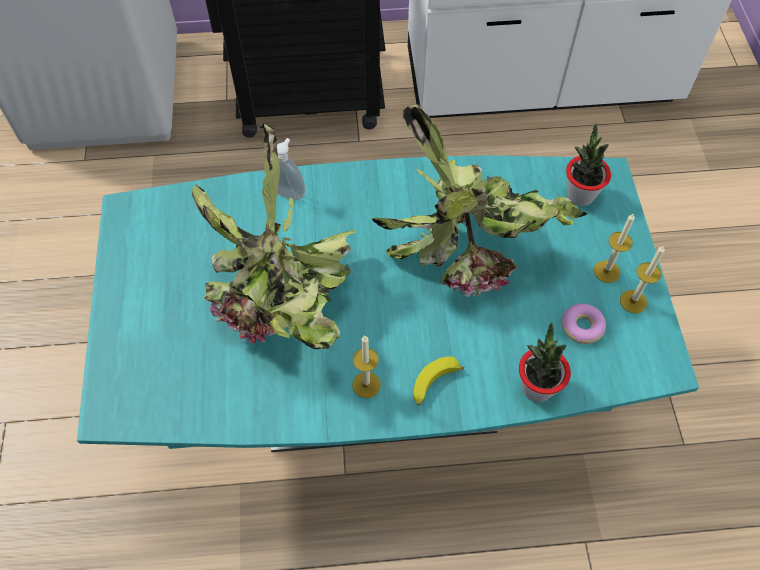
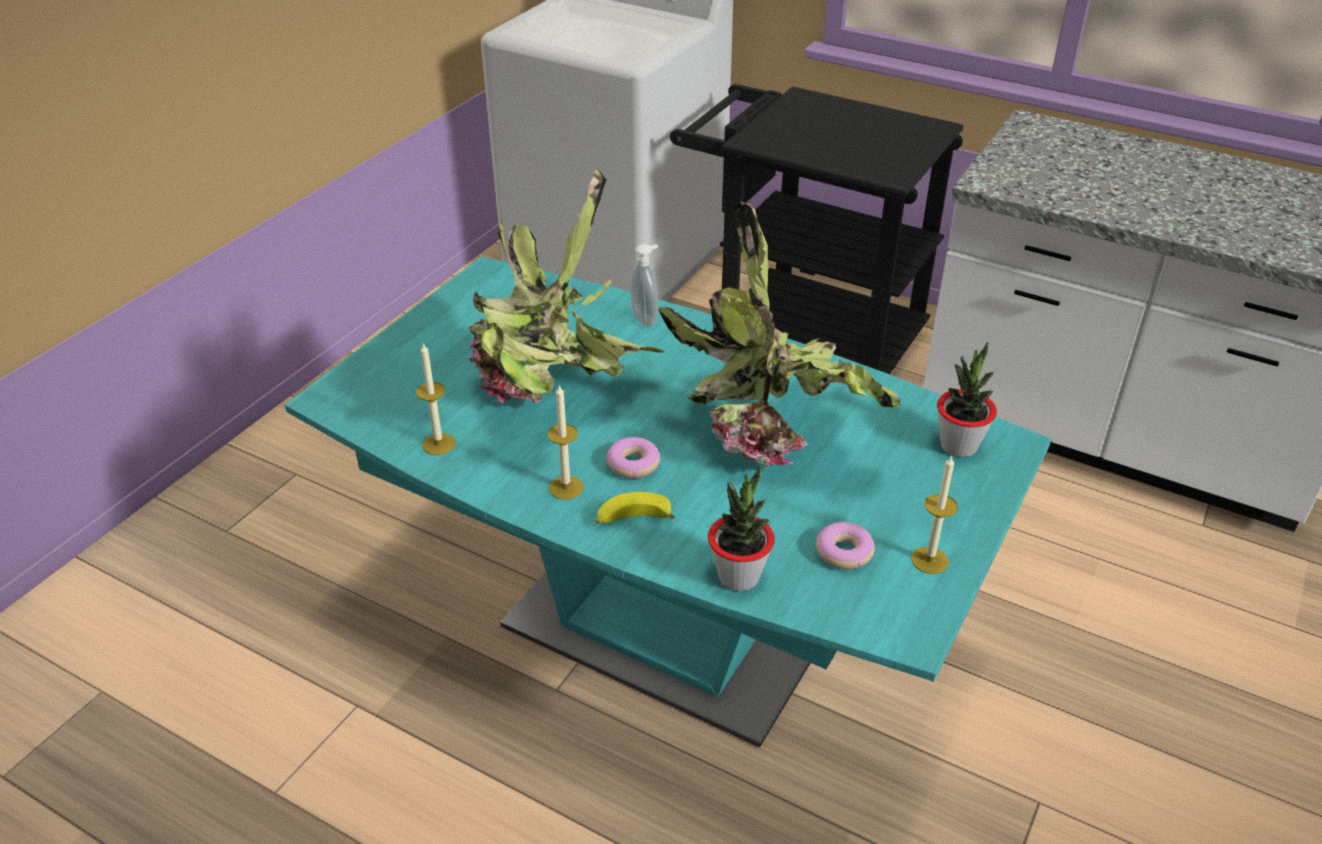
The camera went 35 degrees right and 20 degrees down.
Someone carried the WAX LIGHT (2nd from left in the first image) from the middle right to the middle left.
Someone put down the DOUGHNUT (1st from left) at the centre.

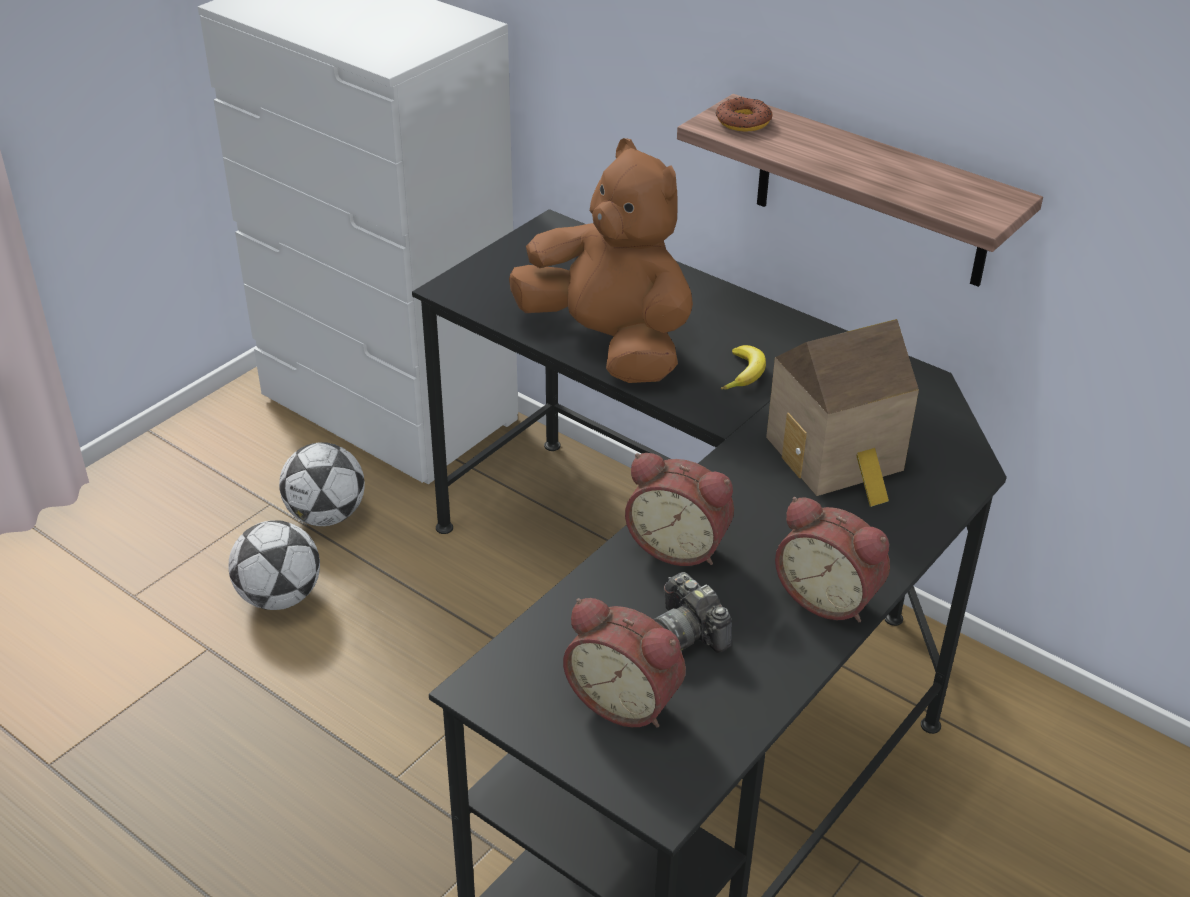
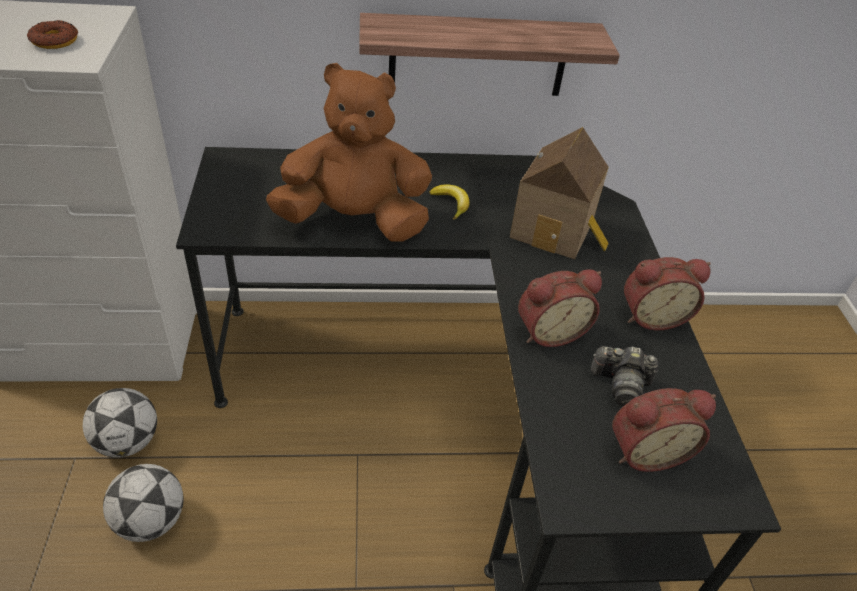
The camera went 45 degrees left and 5 degrees up.
Someone carried the DOUGHNUT from the top centre to the top left.

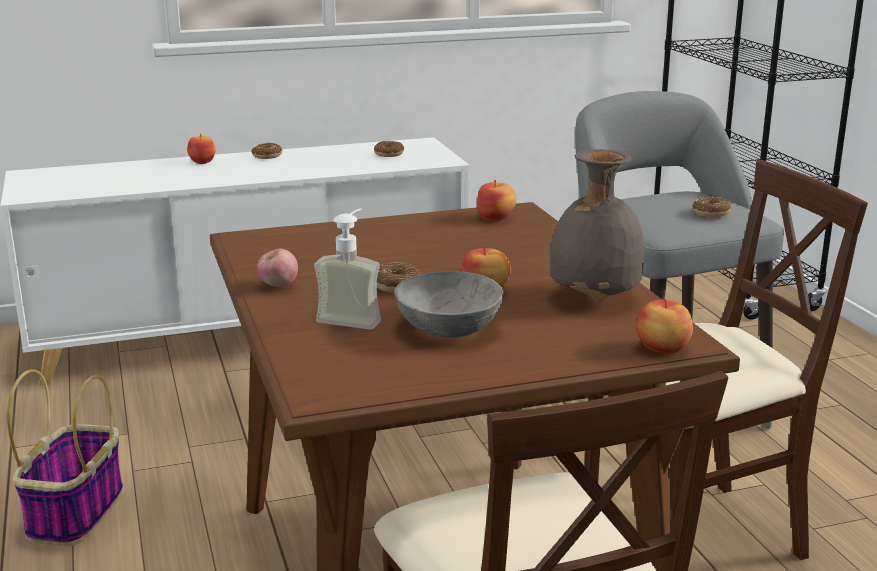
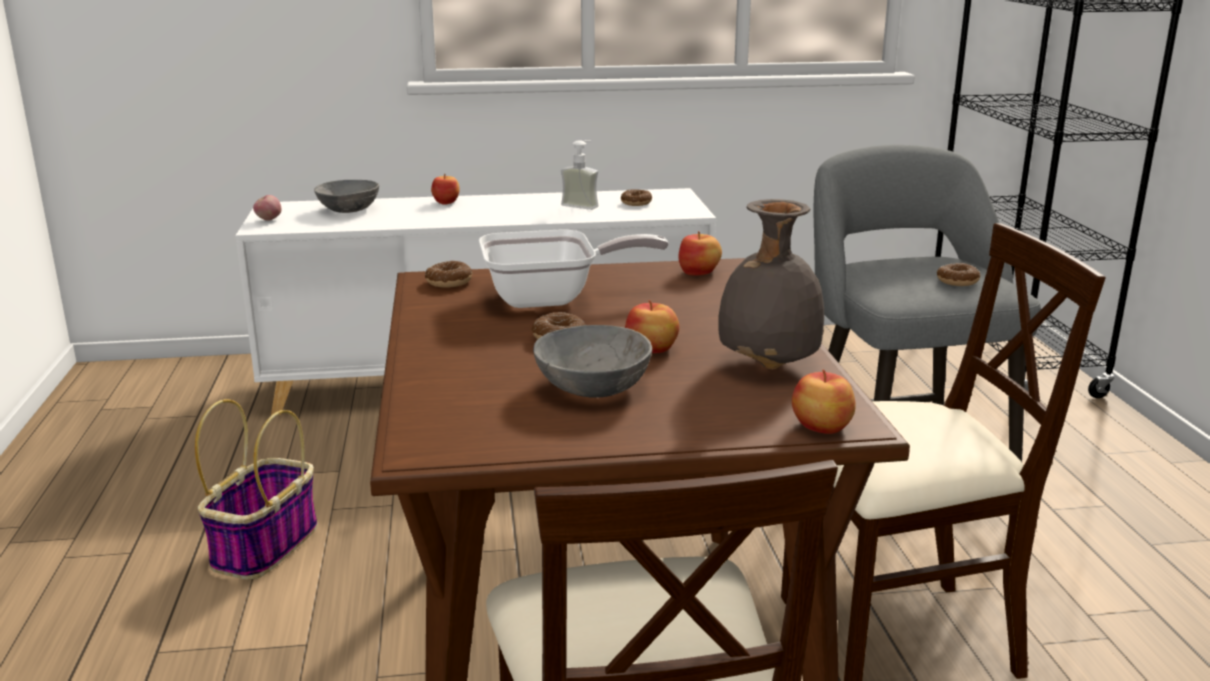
The camera went 10 degrees right and 0 degrees up.
Someone carried the DOUGHNUT (1st from left) from the top left to the centre.
Someone carried the APPLE (2nd from left in the first image) from the middle left to the top left.
Someone carried the SOAP DISPENSER from the centre to the top centre.
Someone put down the GREY BOWL (1st from left) at the top left.
Someone put down the SKILLET at the centre.

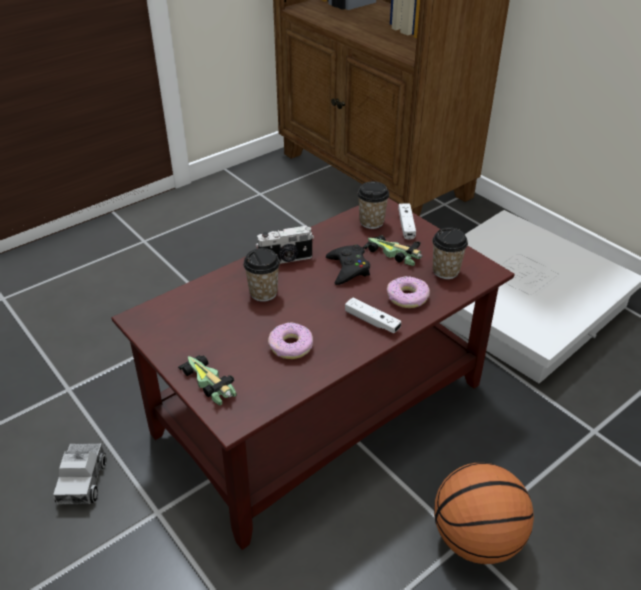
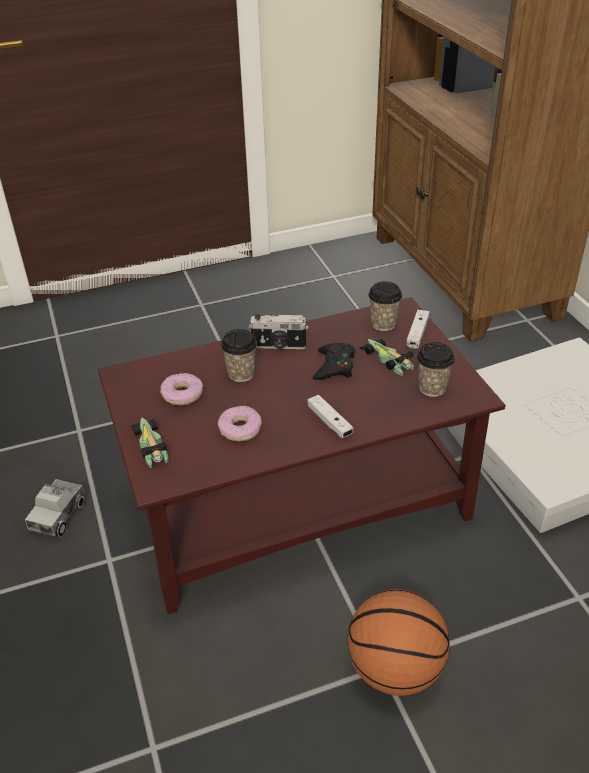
The camera went 20 degrees right and 0 degrees up.
Someone carried the DOUGHNUT (2nd from left in the first image) from the centre to the middle left.

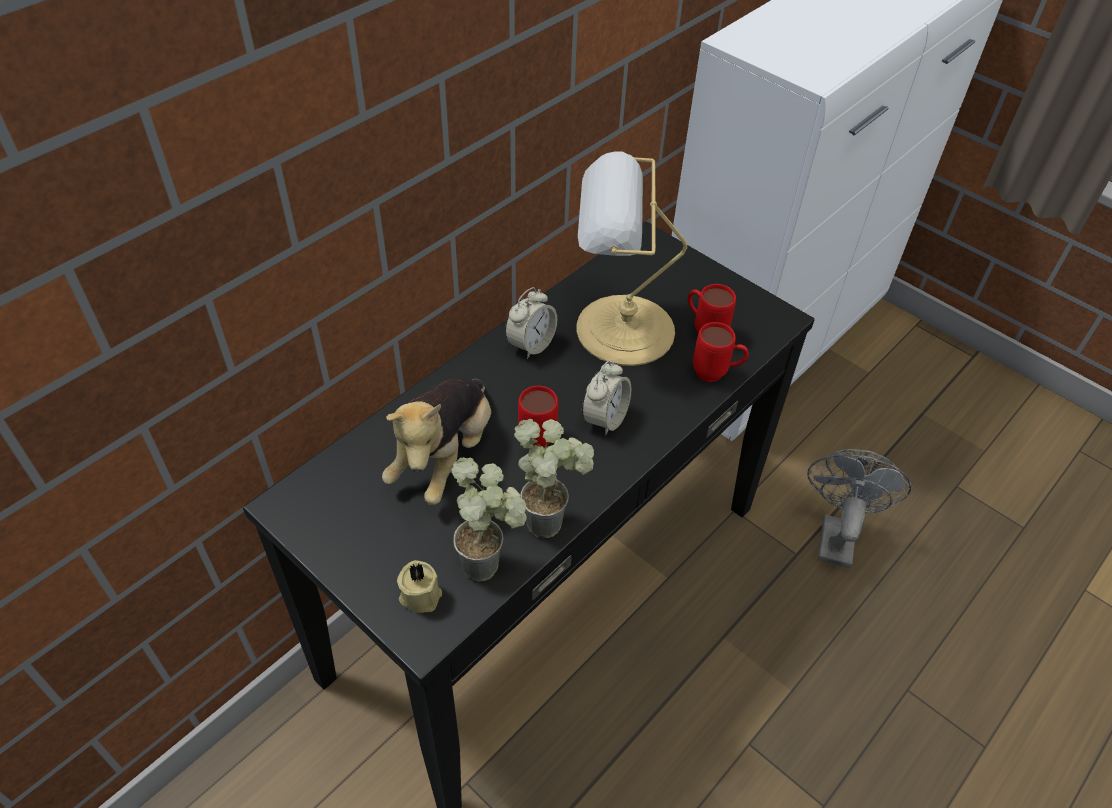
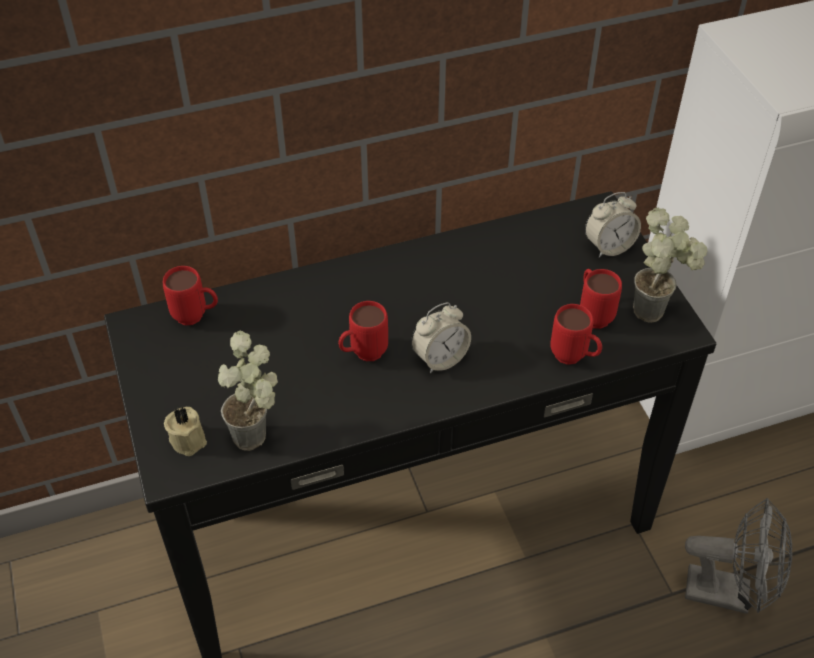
The camera went 30 degrees right and 0 degrees up.
Someone took away the PLUSH TOY at the centre.
Someone carried the ALARM CLOCK (1st from left in the first image) from the centre to the middle right.
Someone carried the PLANT IN A POT (2nd from left) from the centre to the middle right.
Someone took away the LAMP FOR A TABLE at the top centre.
Someone rotated the GREY ELECTRIC FAN at the middle right by 60 degrees clockwise.
Someone put down the RED TEA MUG (1st from left) at the middle left.

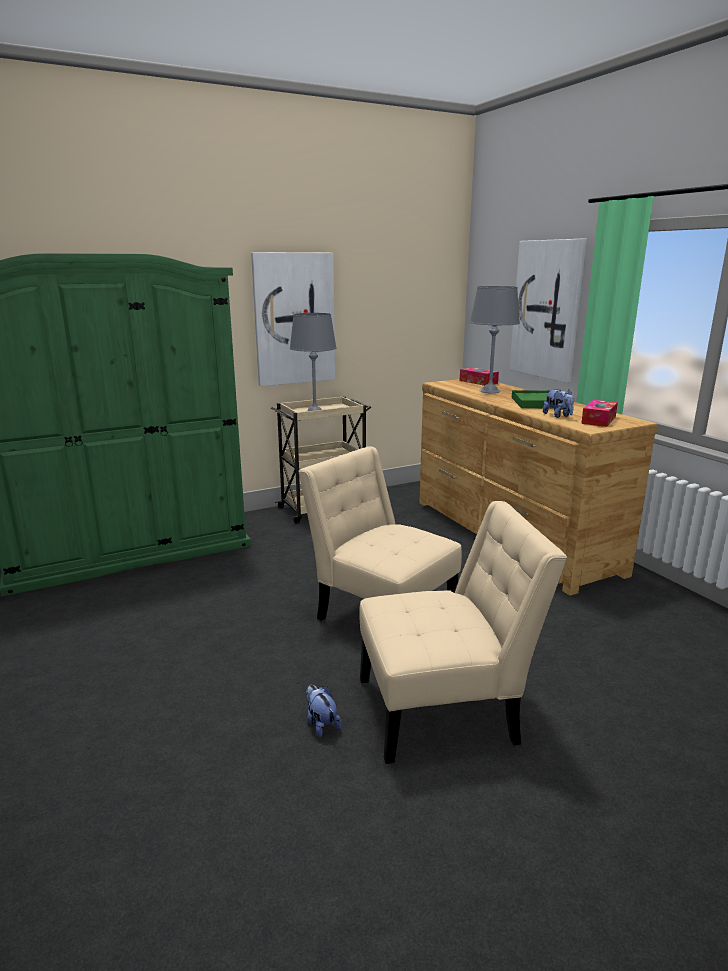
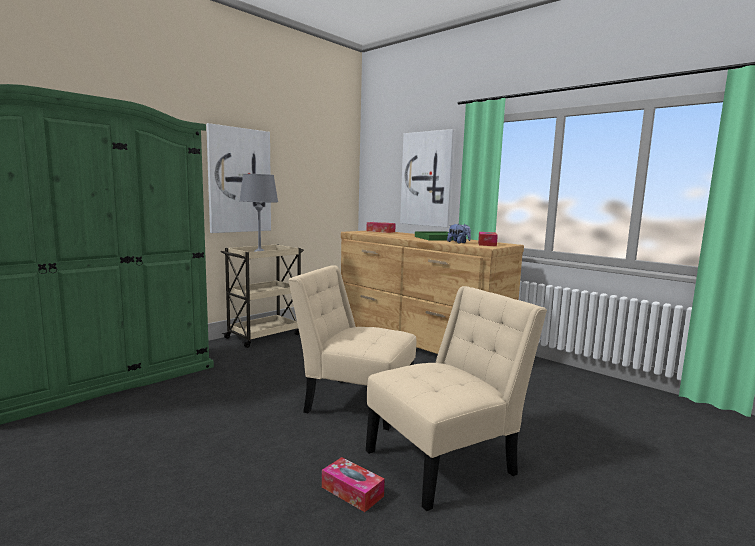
The camera went 20 degrees left and 10 degrees down.
Someone swapped the PLUSH TOY (1st from left) at the bottom centre for the TISSUE BOX (1st from left) at the bottom centre.
Someone took away the GREY LAMP FOR A TABLE (2nd from left) at the middle right.

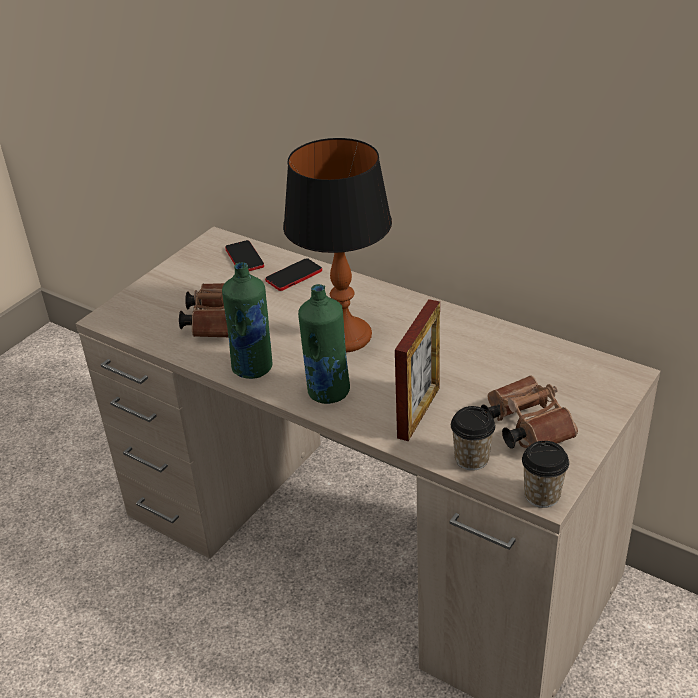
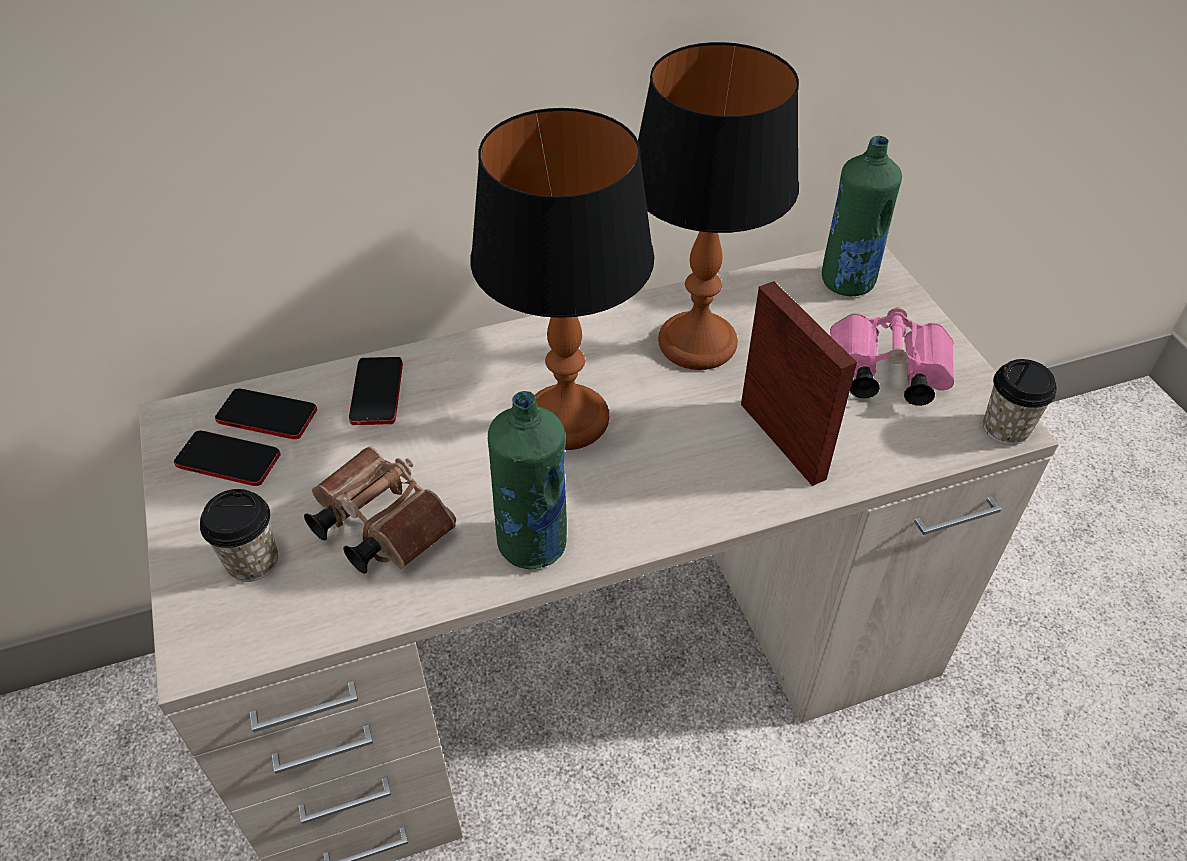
The camera went 55 degrees left and 10 degrees up.
Someone carried the GREENISH DRINK BOTTLE (2nd from left) from the centre to the top right.
Someone carried the SMALL CUP (1st from left) from the middle right to the middle left.
Someone repainted the BROWN FIELD GLASSES (2nd from left) at the middle right, which became the PINKISH FIELD GLASSES at the middle right.
Someone put down the HANDSET (1st from left) at the middle left.
Someone put down the LAMP FOR A TABLE (2nd from left) at the top centre.

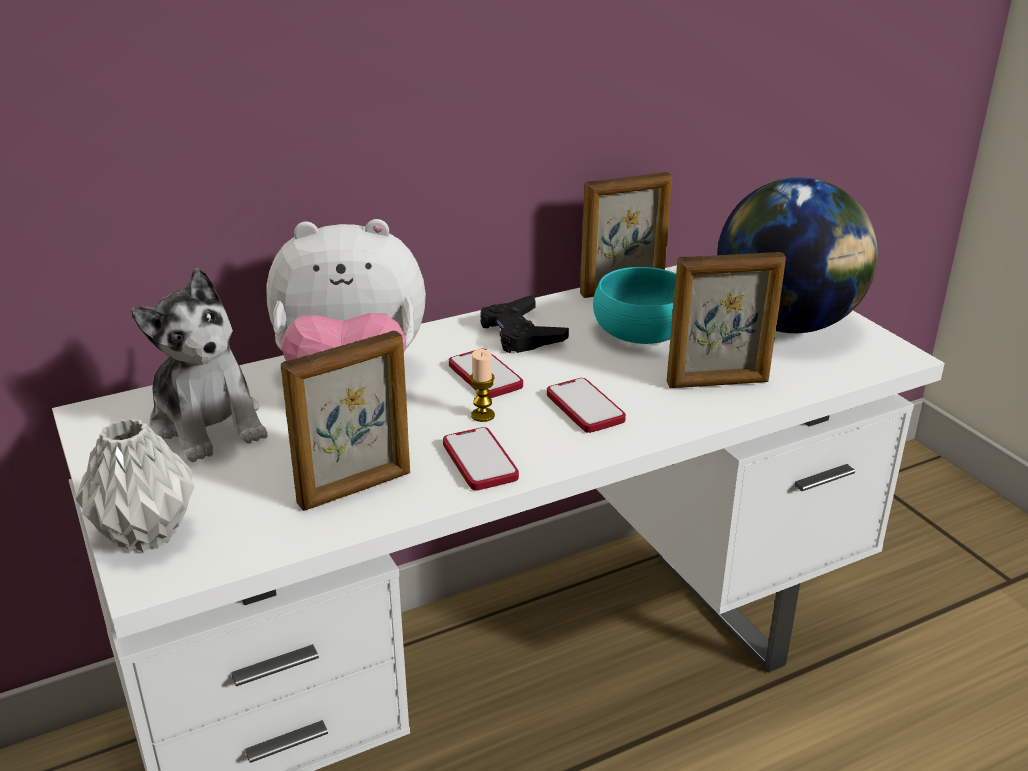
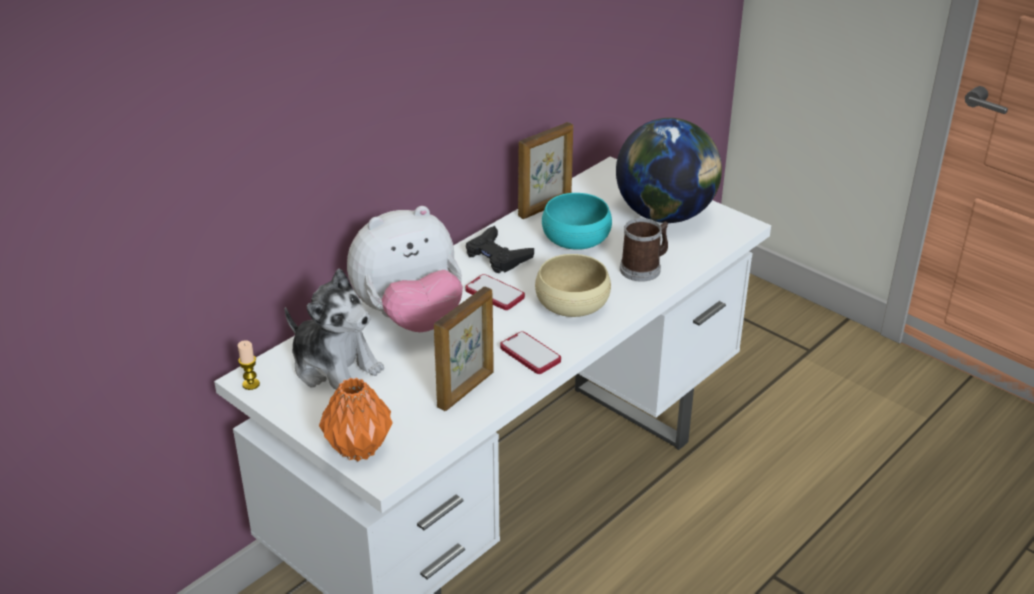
The camera went 20 degrees left and 5 degrees up.
Someone repainted the GREY FLOWER VASE at the middle left, which became the ORANGE FLOWER VASE at the bottom centre.
Someone carried the WAX LIGHT from the centre to the middle left.
Someone swapped the HANDSET (3rd from left) at the centre for the BEIGE-COLOURED BOWL at the centre.
Someone swapped the PHOTO FRAME (3rd from left) at the middle right for the TEA MUG at the centre.

